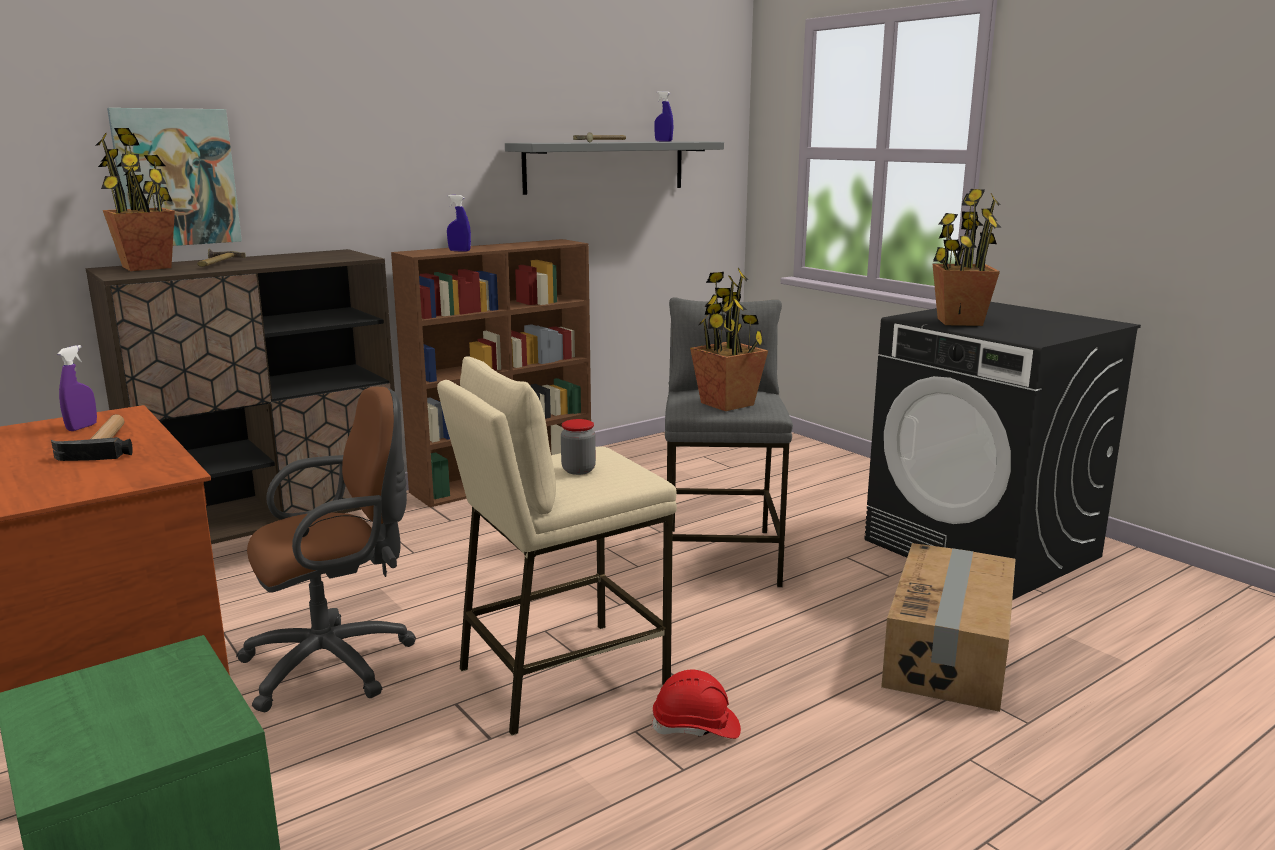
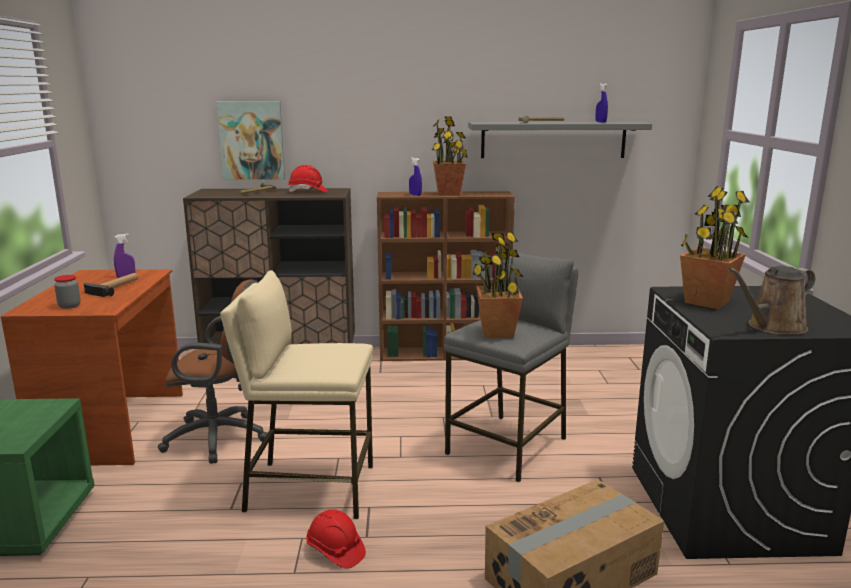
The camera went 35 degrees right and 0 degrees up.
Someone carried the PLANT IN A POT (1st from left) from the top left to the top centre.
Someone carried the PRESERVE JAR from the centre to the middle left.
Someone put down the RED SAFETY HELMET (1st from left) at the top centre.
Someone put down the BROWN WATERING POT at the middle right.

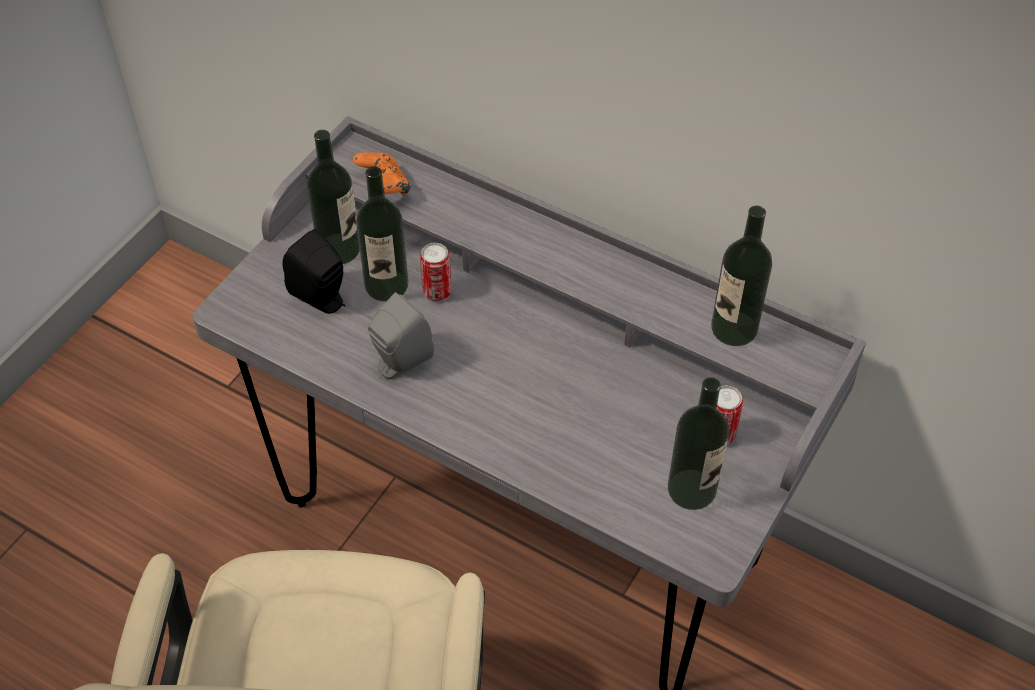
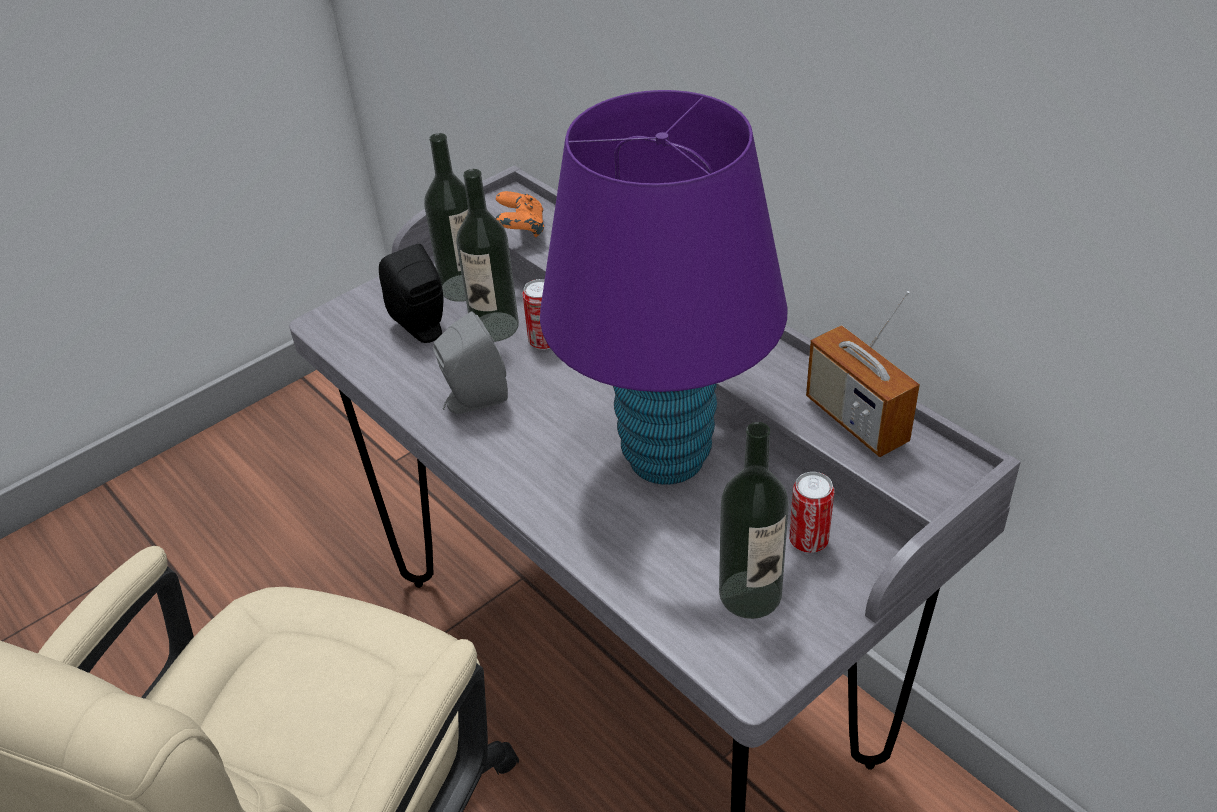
The camera went 20 degrees right and 10 degrees down.
Someone swapped the DRINK BOTTLE (4th from left) at the middle right for the RADIO RECEIVER at the middle right.
Someone put down the PURPLISH LAMP FOR A TABLE at the centre.

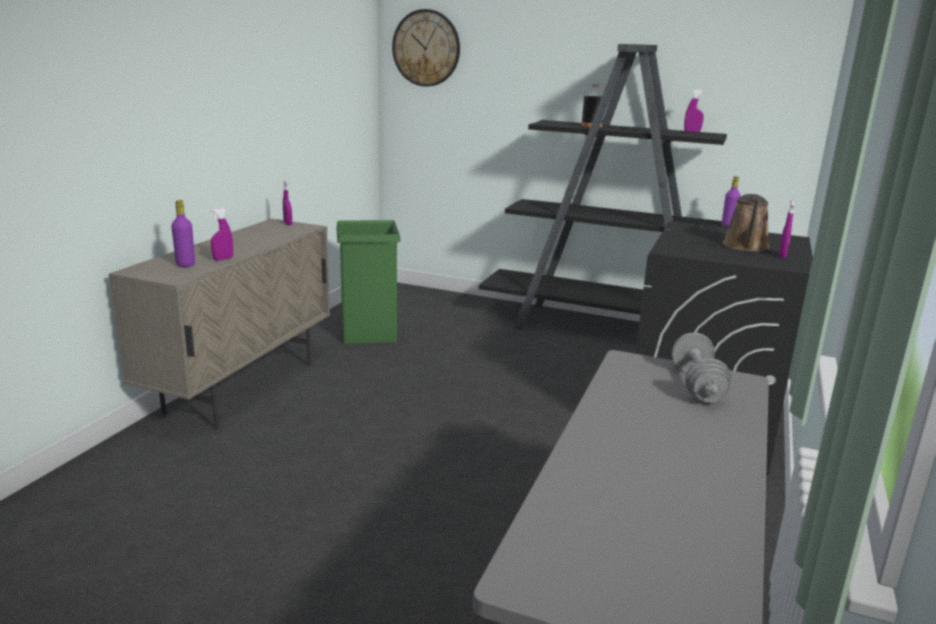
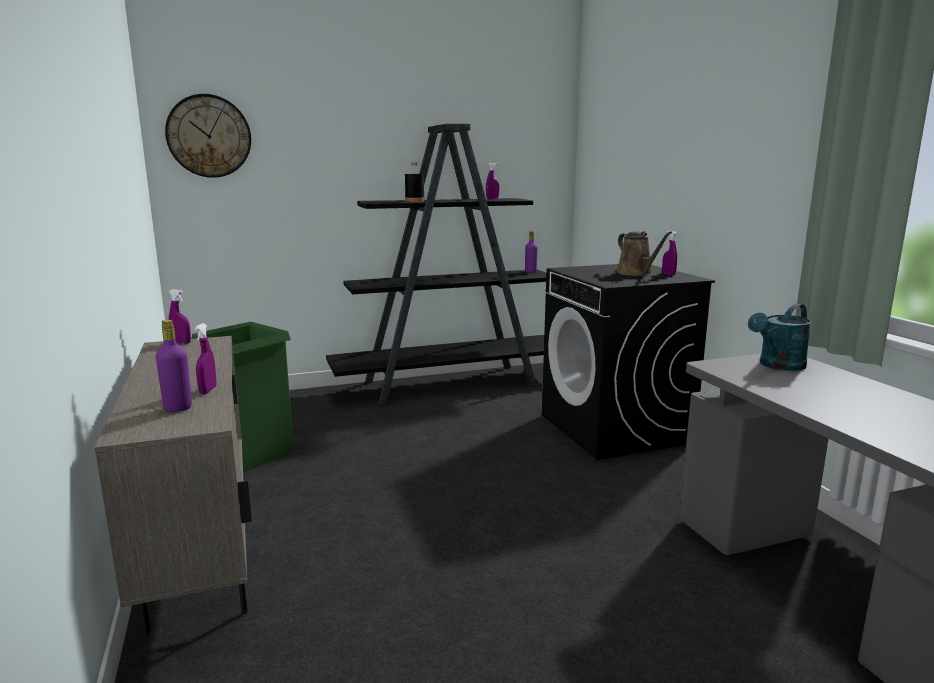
The camera went 40 degrees left and 5 degrees down.
Someone swapped the GREY DUMBBELL at the middle right for the BLUE-GREEN WATERING POT at the middle right.

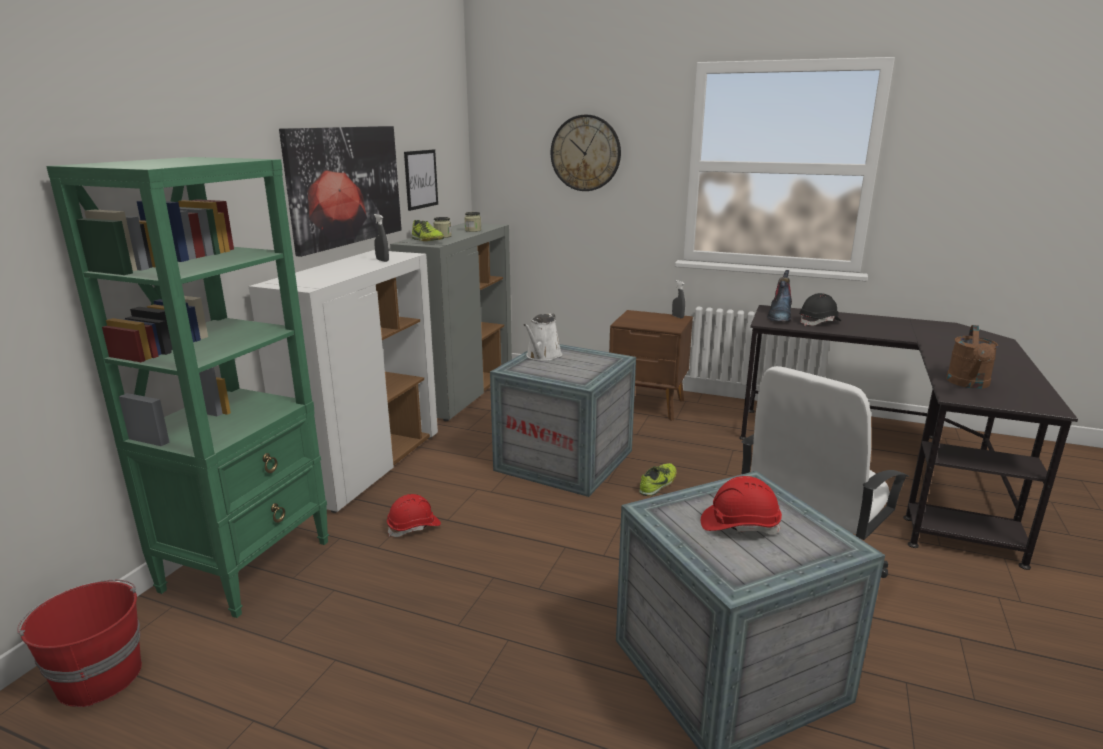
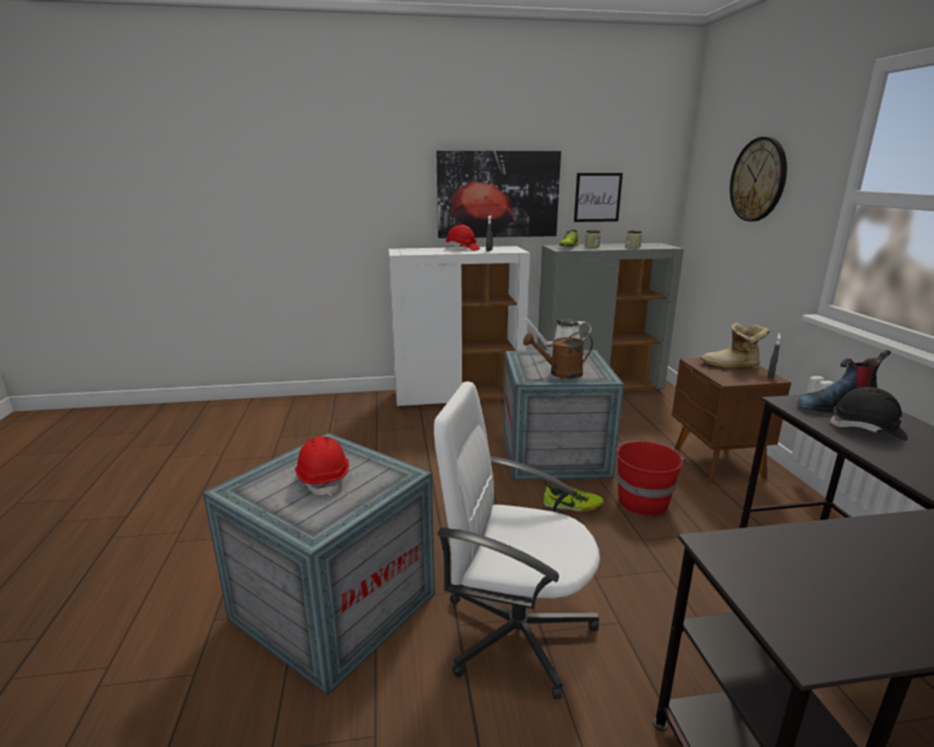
The camera went 60 degrees right and 0 degrees up.
Someone carried the RED BUCKET from the bottom left to the middle right.
Someone took away the GREENISH BOOKSHELF at the middle left.
Someone carried the RED SAFETY HELMET (1st from left in the first image) from the bottom centre to the top centre.
Someone carried the BROWN WATERING POT from the middle right to the centre.
Someone put down the BOOT (1st from left) at the middle right.

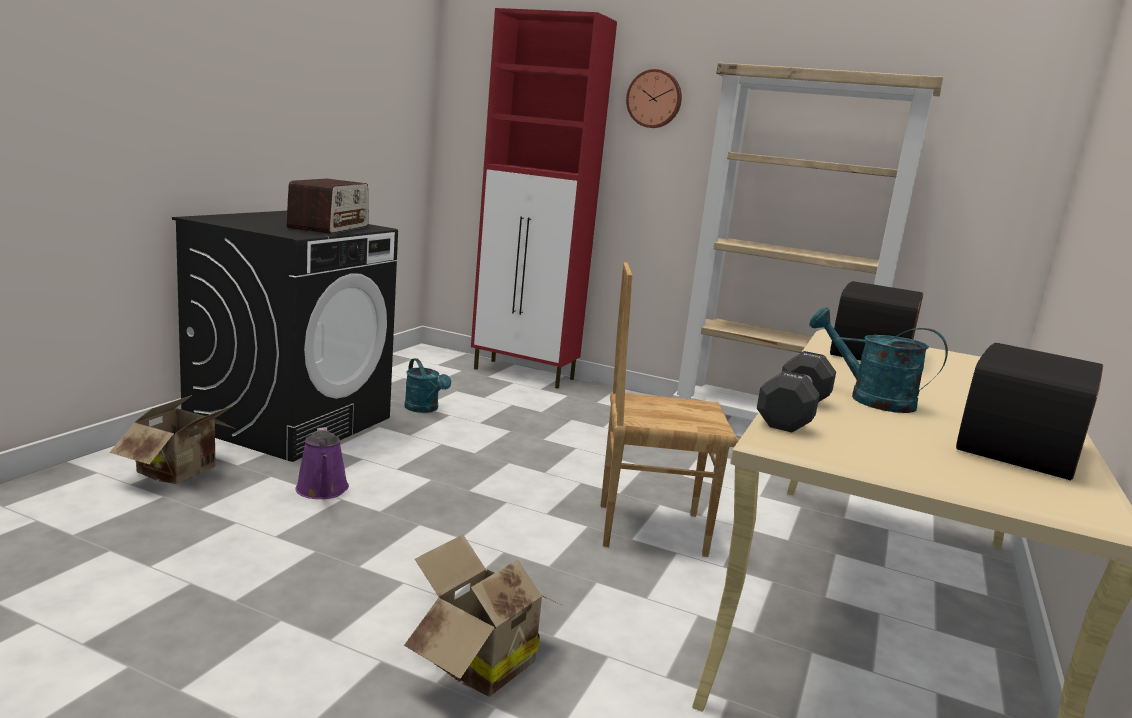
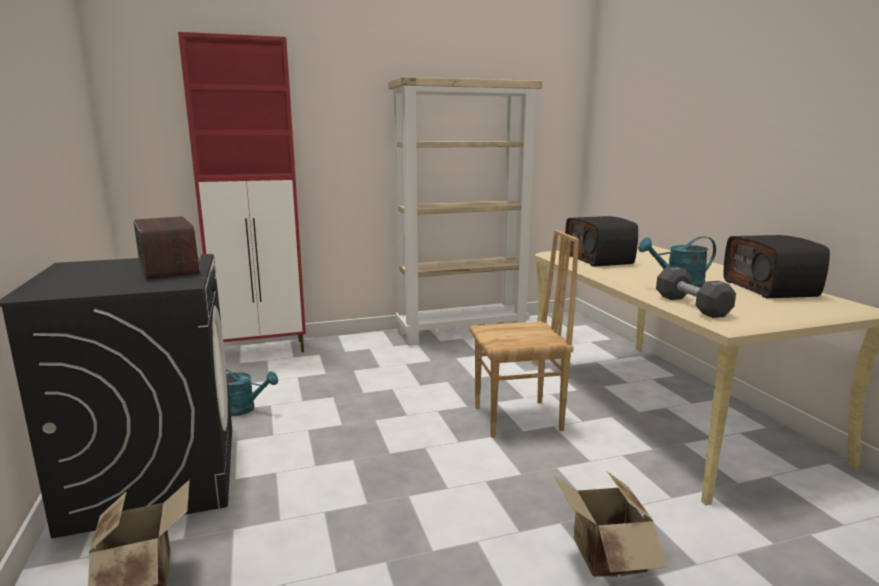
The camera went 40 degrees left and 0 degrees up.
Someone took away the PURPLISH WATERING POT at the middle left.
Someone rotated the BROWN PLAIN CHAIR at the centre by 150 degrees counterclockwise.
Someone took away the WALL CLOCK at the top centre.

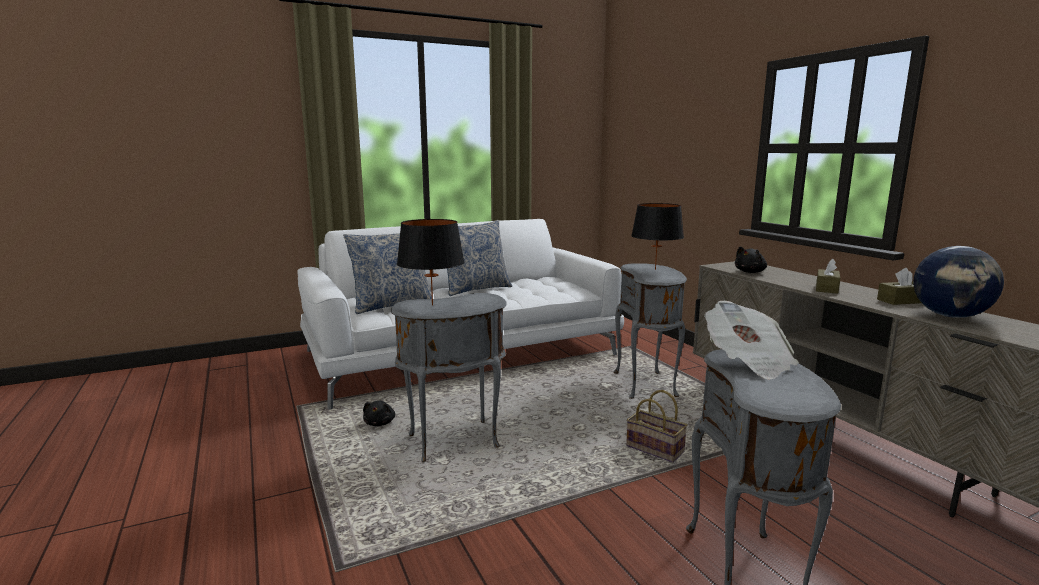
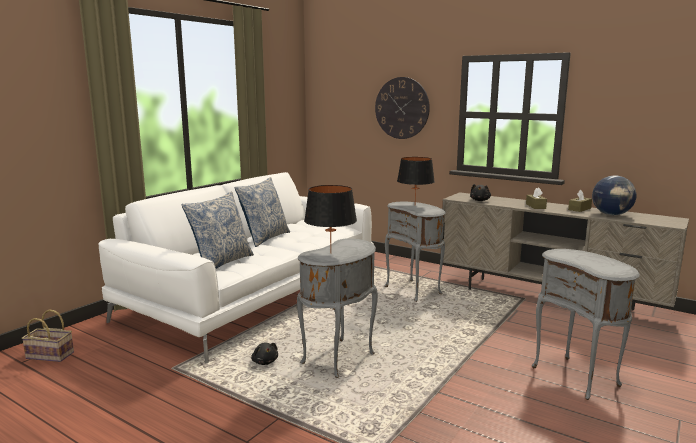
The camera went 30 degrees left and 0 degrees up.
Someone carried the BASKET from the bottom centre to the bottom left.
Someone took away the PRINTED PAPER at the middle right.
Someone put up the WALL CLOCK at the top centre.

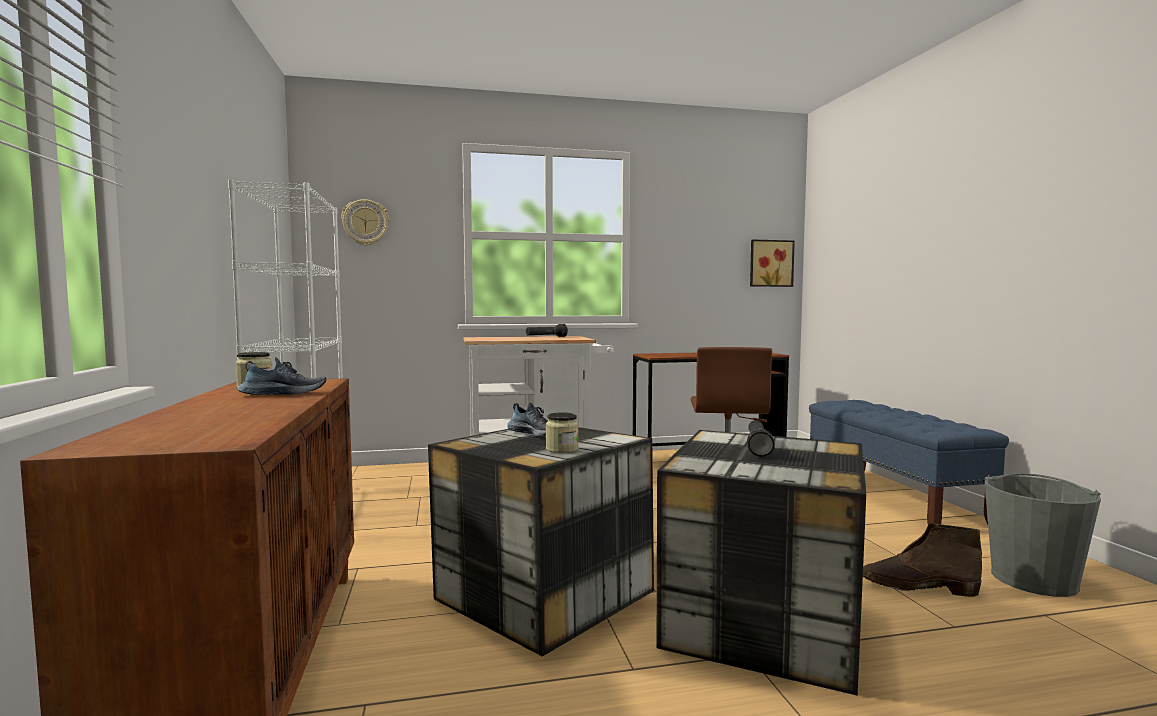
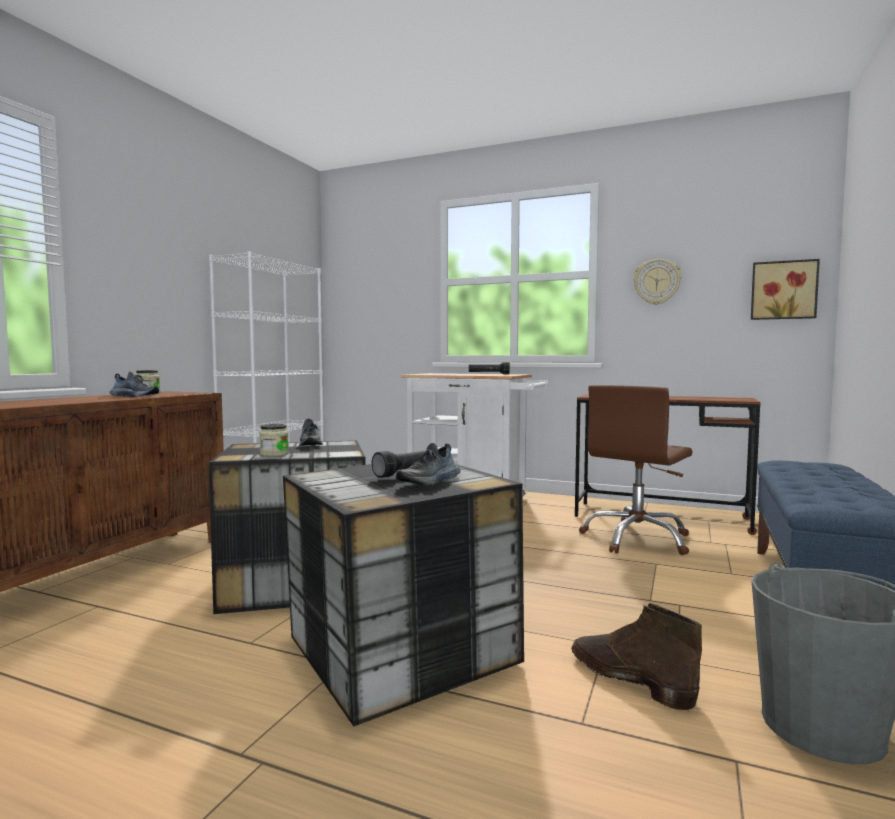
The camera went 35 degrees right and 0 degrees up.
Someone carried the WALL CLOCK from the top left to the middle right.
Someone put down the ITEM OF FOOTWEAR (3rd from left) at the centre.

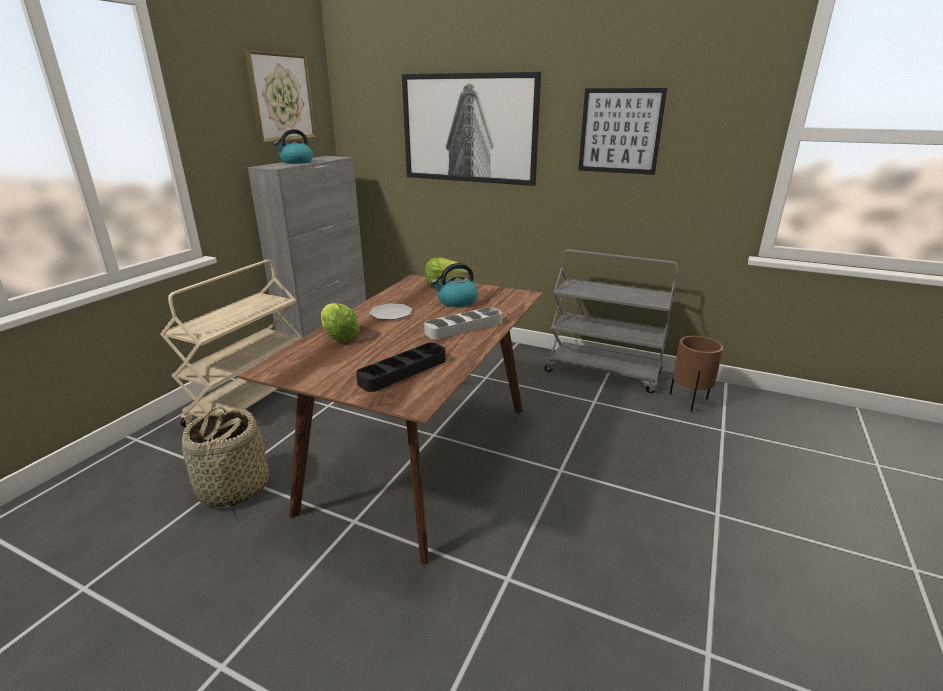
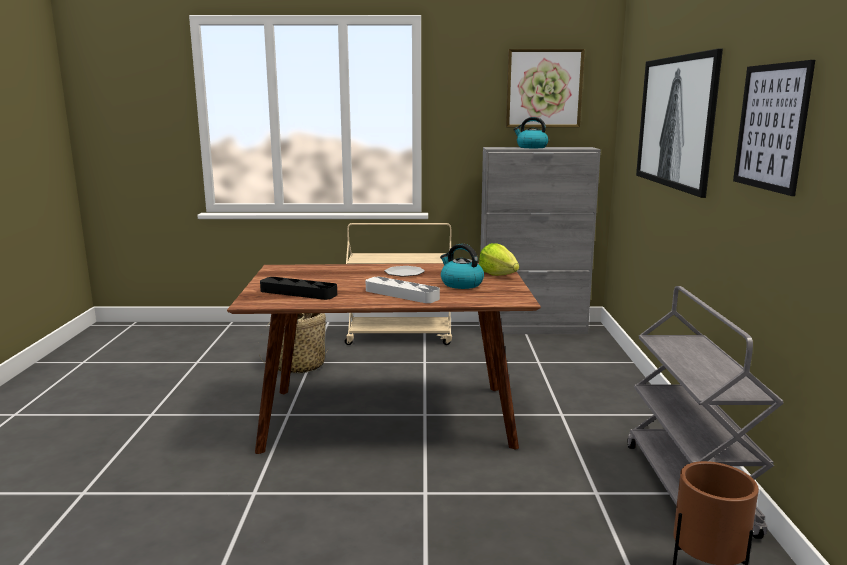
The camera went 65 degrees right and 10 degrees down.
Someone took away the LETTUCE (1st from left) at the centre.

